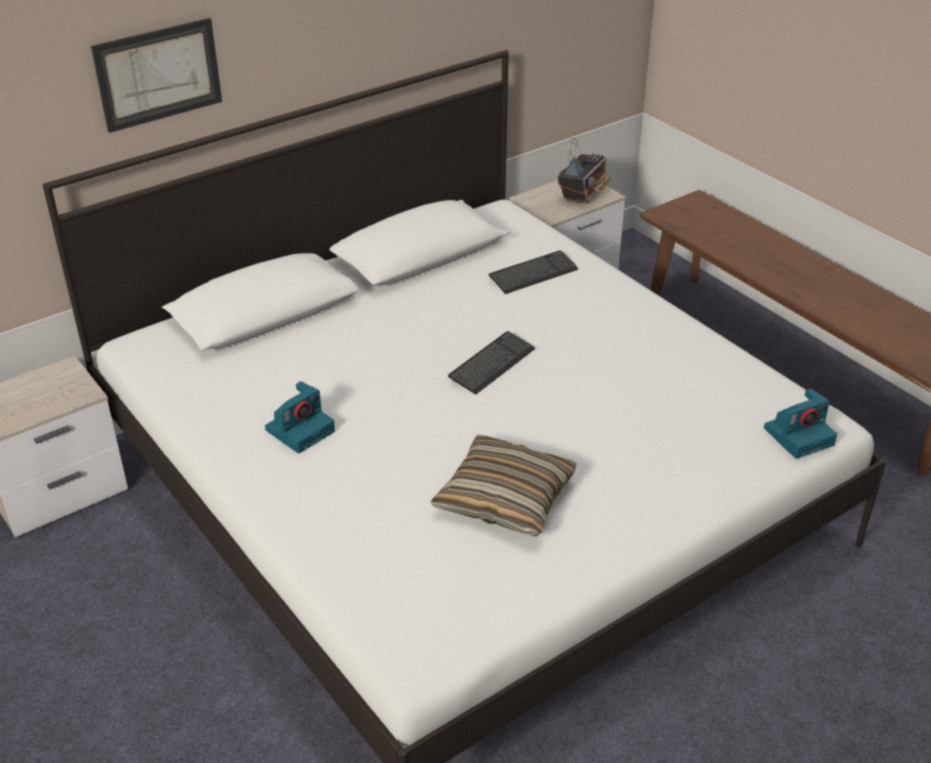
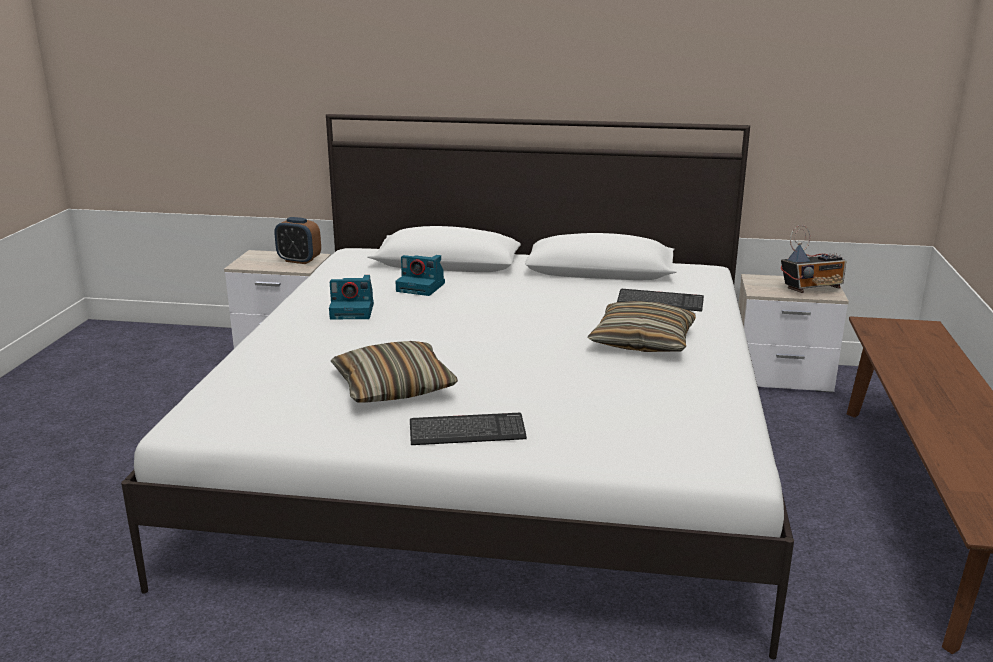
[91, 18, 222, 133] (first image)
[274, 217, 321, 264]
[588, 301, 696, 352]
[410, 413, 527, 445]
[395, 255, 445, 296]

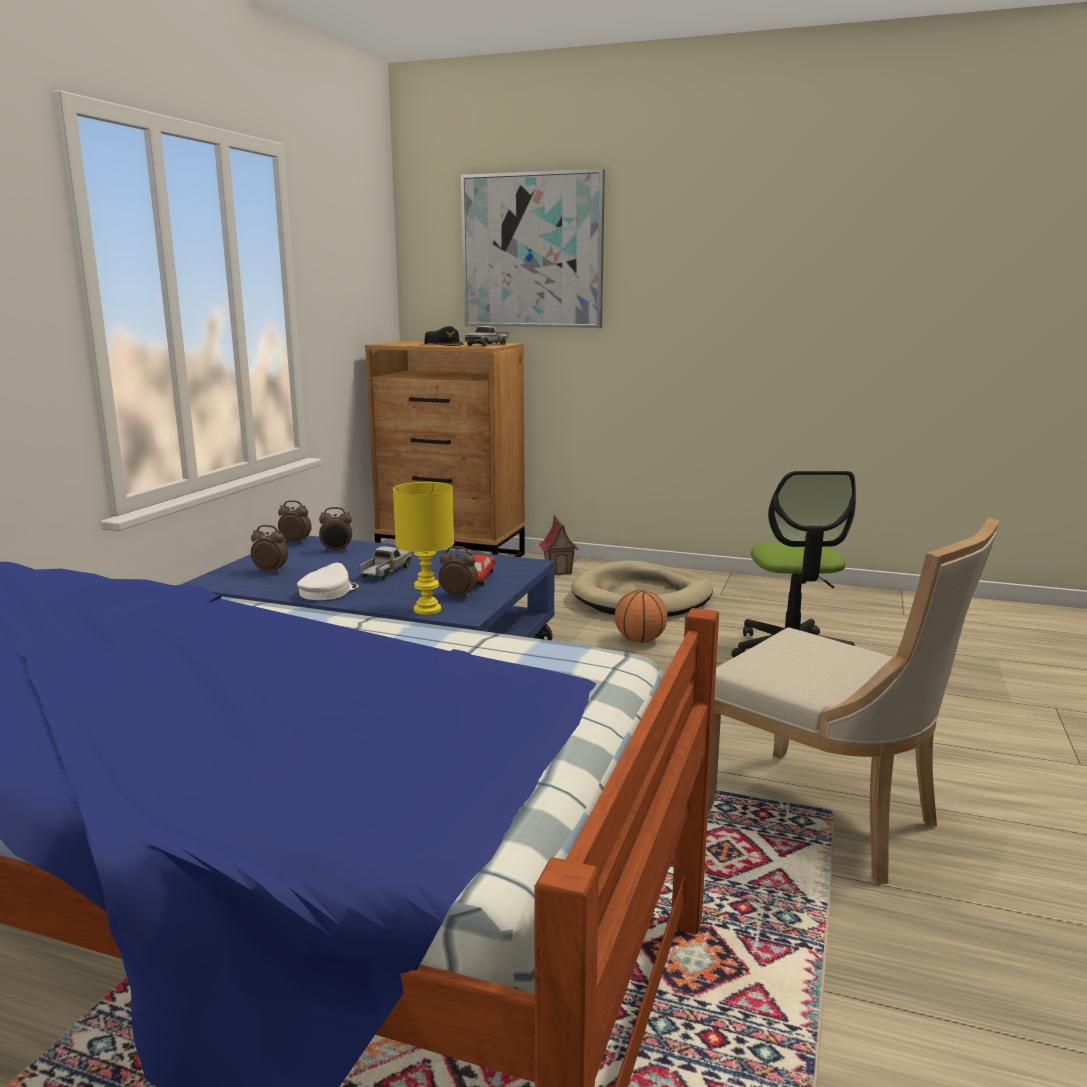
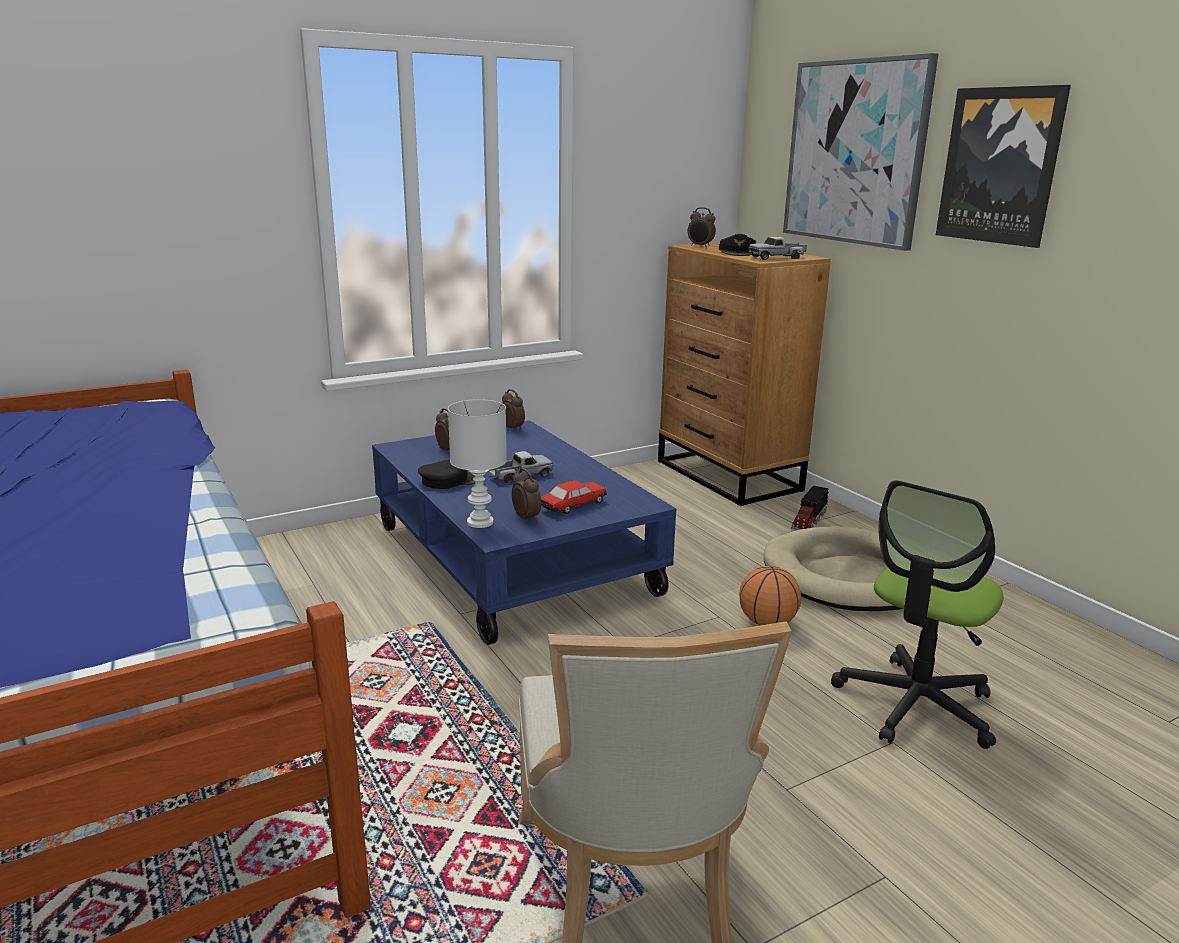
[936, 85, 1071, 248]
[688, 207, 716, 247]
[791, 485, 829, 530]
[418, 460, 475, 489]
[448, 399, 507, 528]

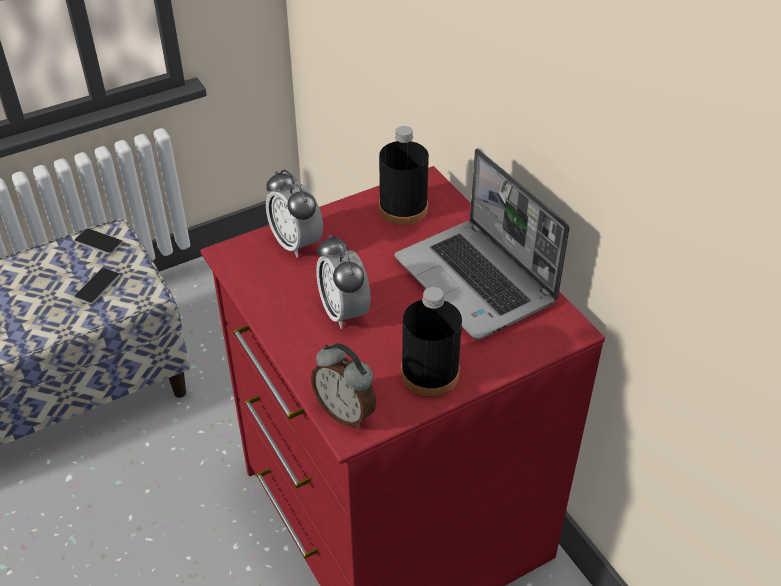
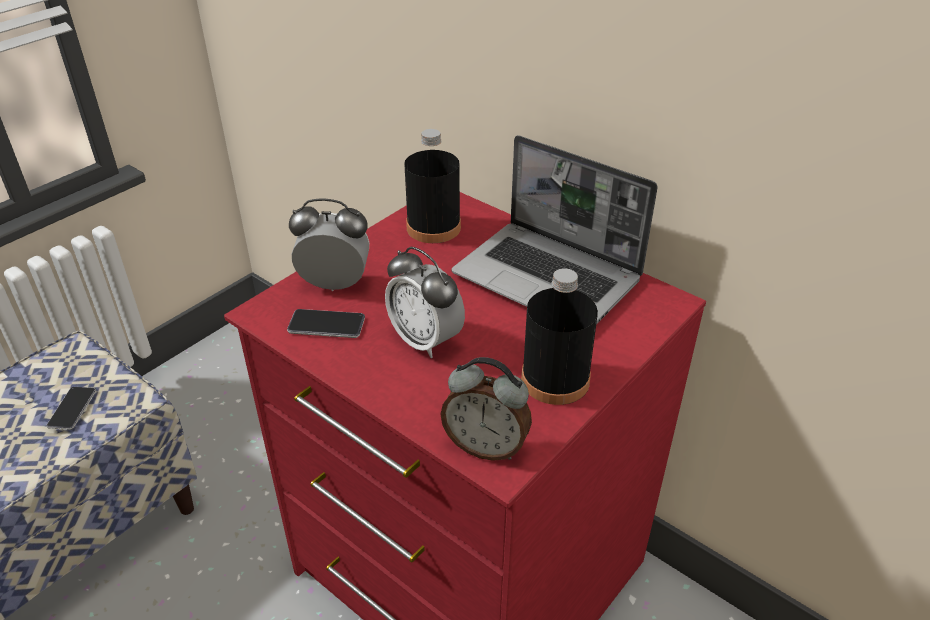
[287, 309, 365, 338]
[289, 198, 369, 291]

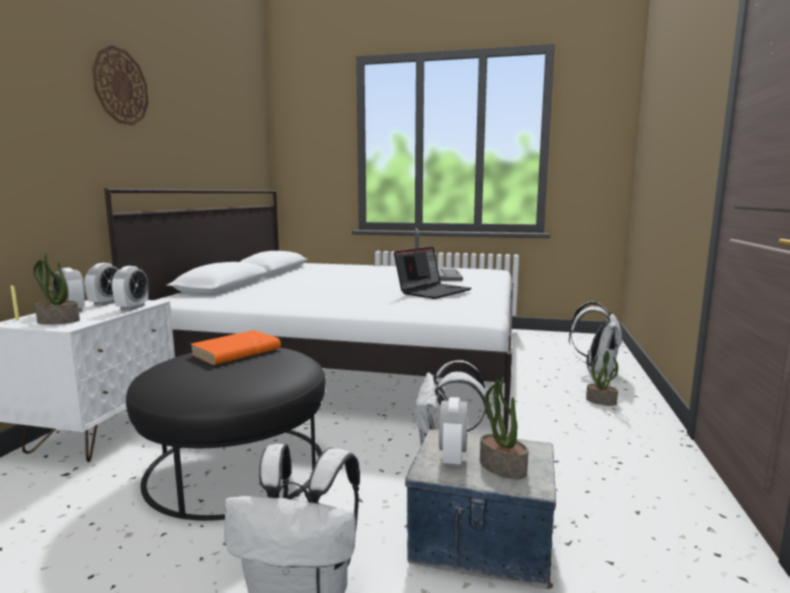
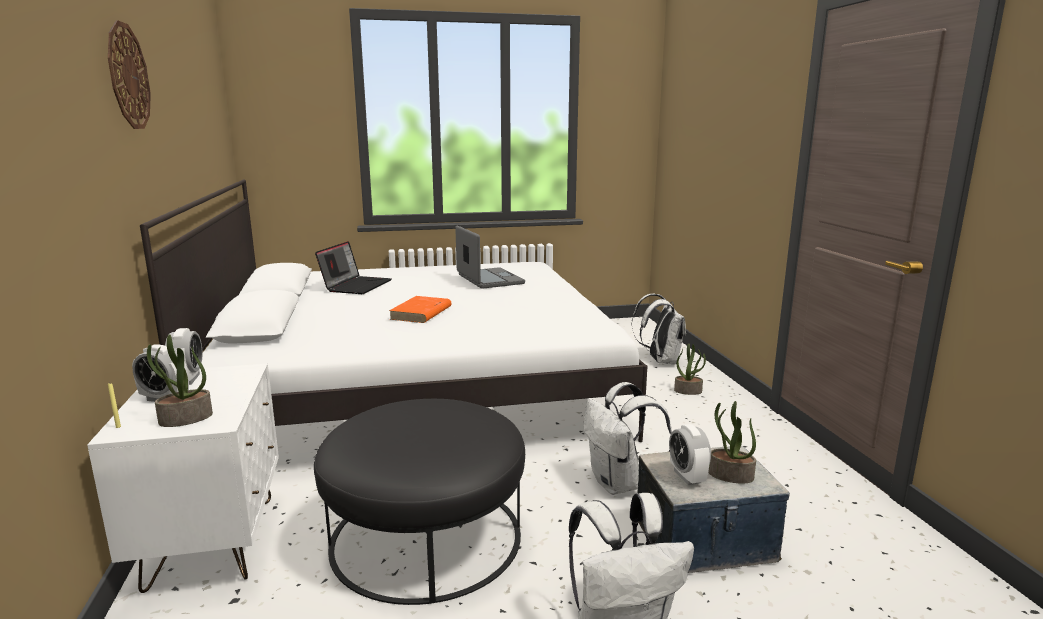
[112, 266, 148, 311] (first image)
[389, 296, 451, 323]
[315, 241, 391, 294]

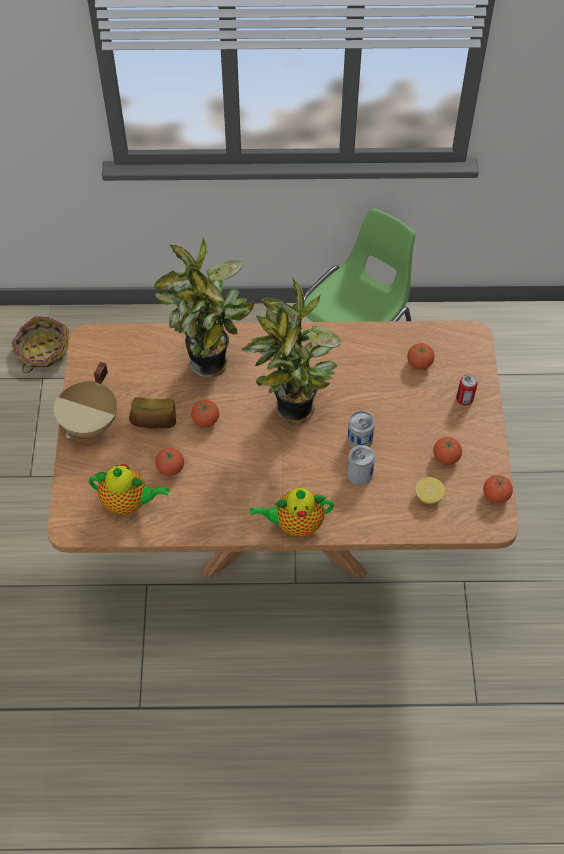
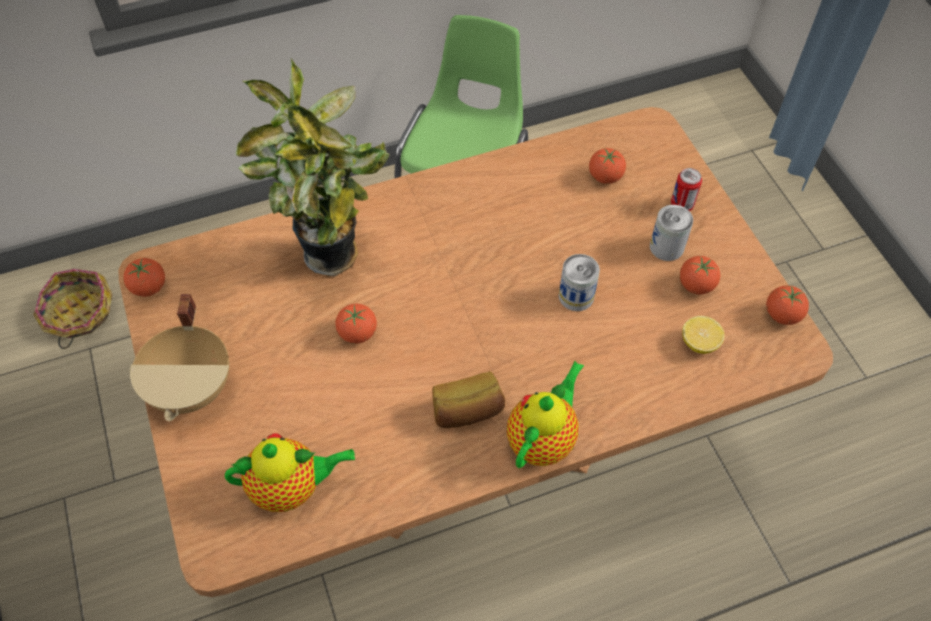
[241, 276, 342, 423] (first image)
[432, 371, 505, 428]
[123, 258, 165, 297]
[650, 205, 693, 261]
[507, 361, 585, 468]

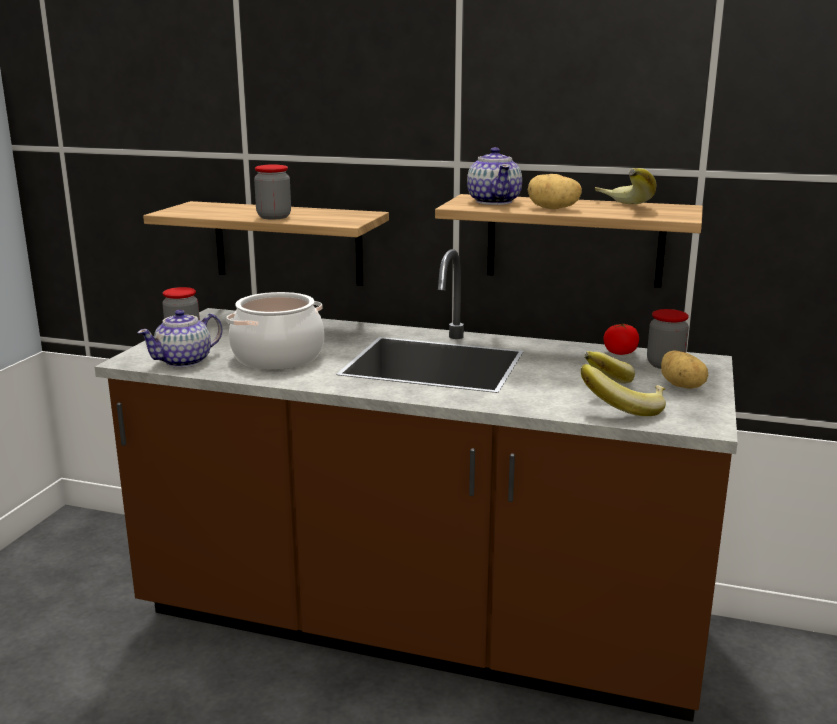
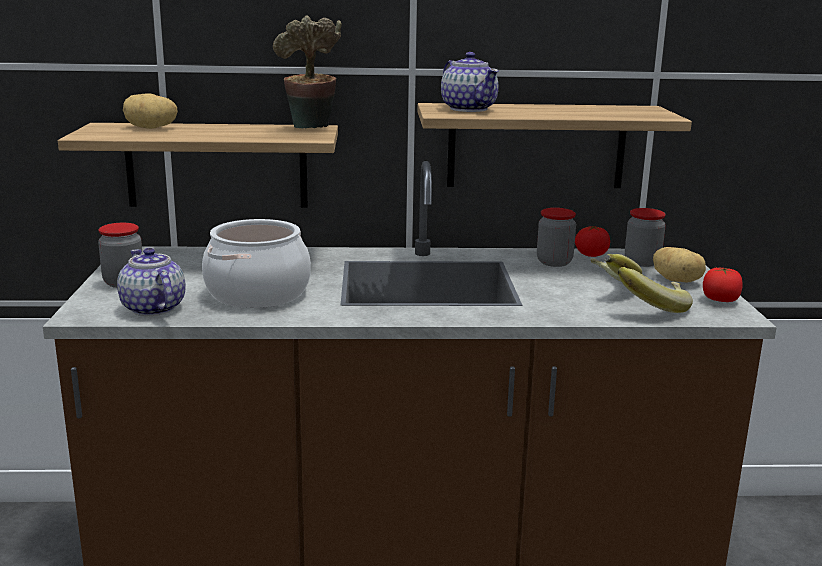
[595, 168, 656, 205] (first image)
[273, 15, 342, 129]
[703, 267, 743, 302]
[537, 208, 576, 267]
[123, 94, 178, 129]
[117, 248, 186, 316]

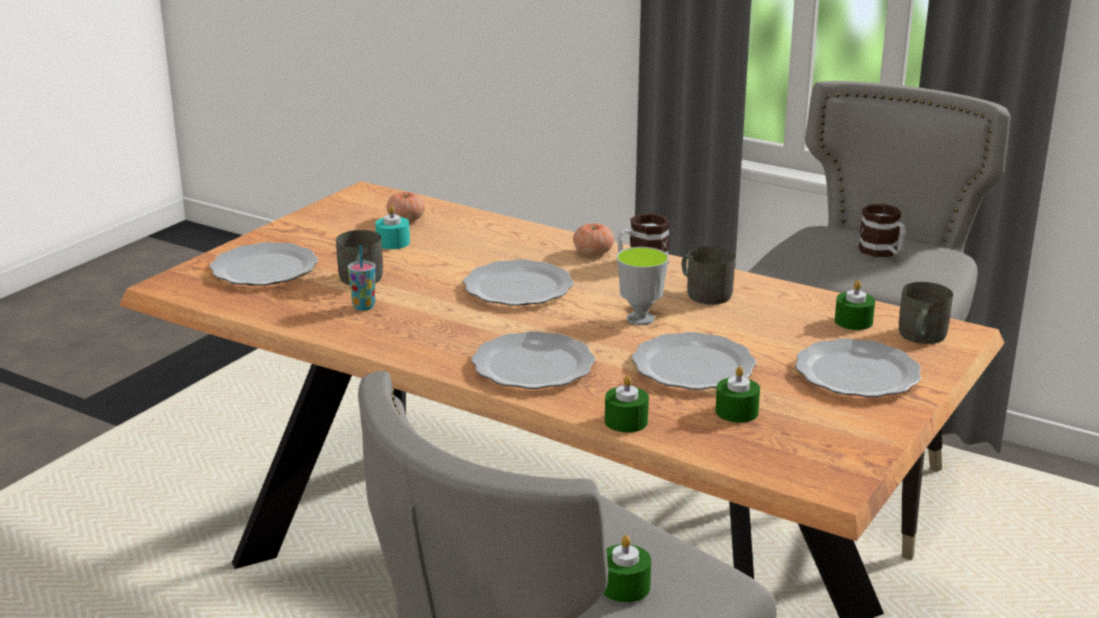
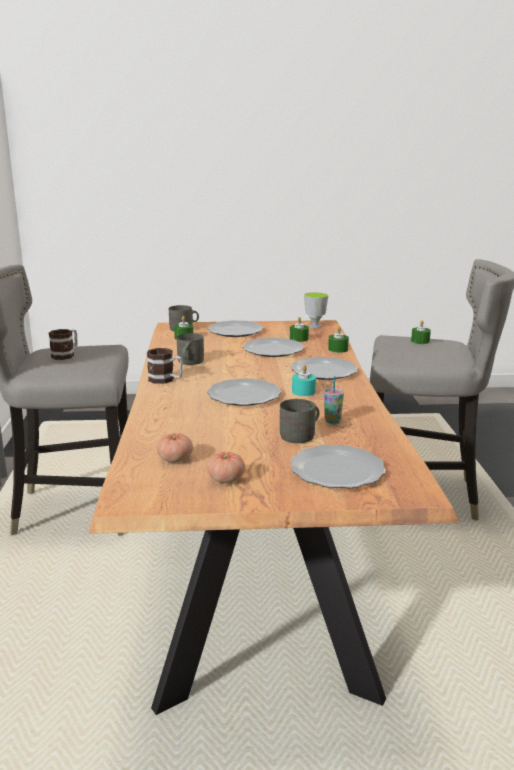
[292, 365, 316, 396]
[207, 452, 245, 483]
[304, 292, 329, 328]

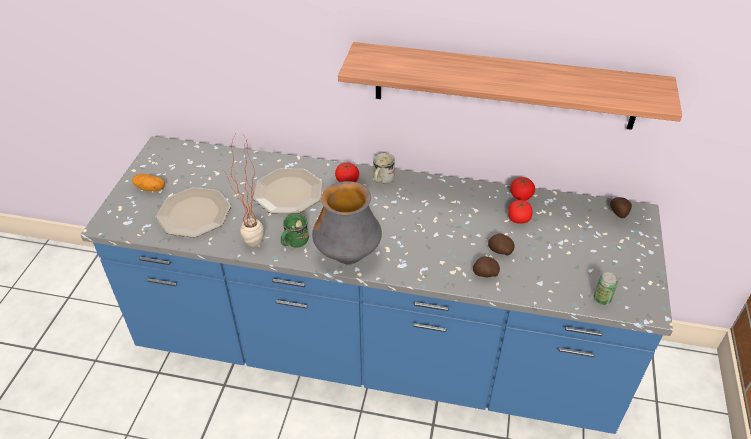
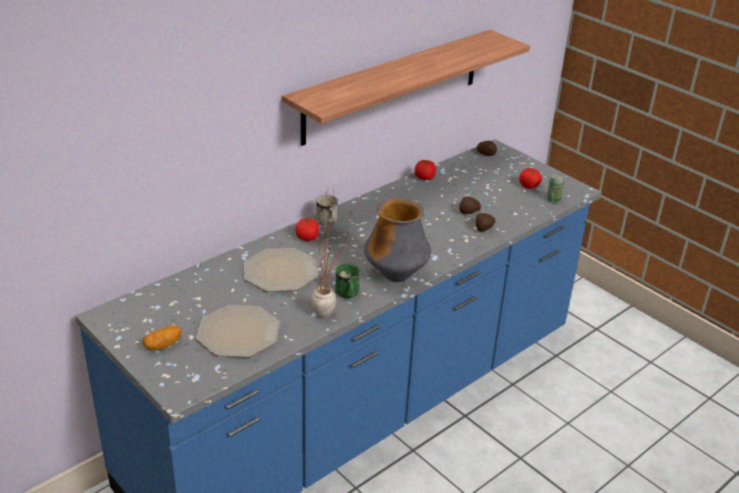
[519, 168, 542, 189]

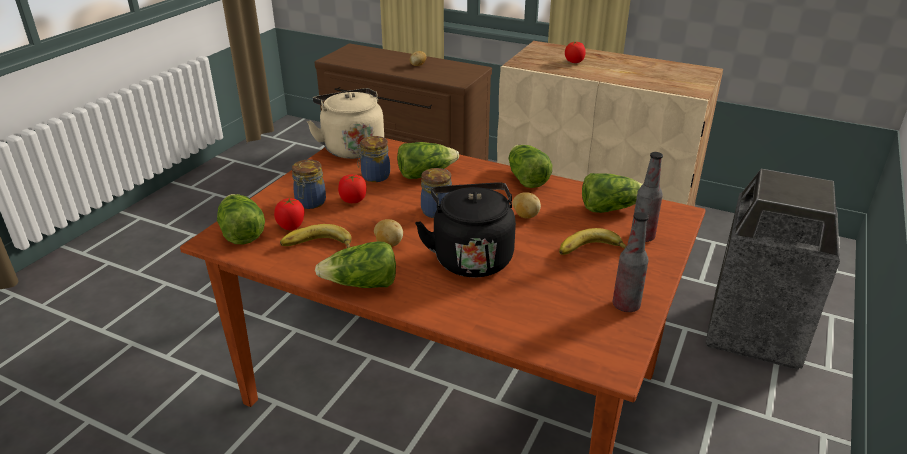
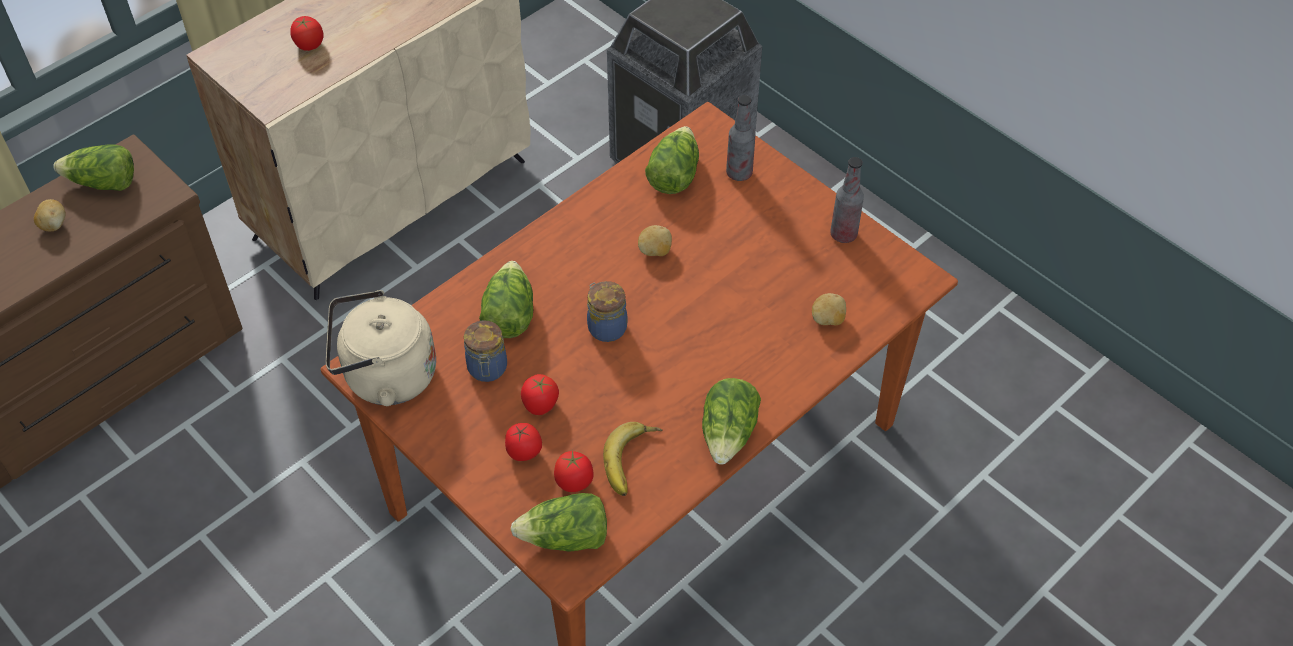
[415, 182, 516, 277] (first image)
[559, 228, 627, 255] (first image)
[812, 293, 846, 325]
[53, 144, 134, 191]
[505, 423, 542, 461]

